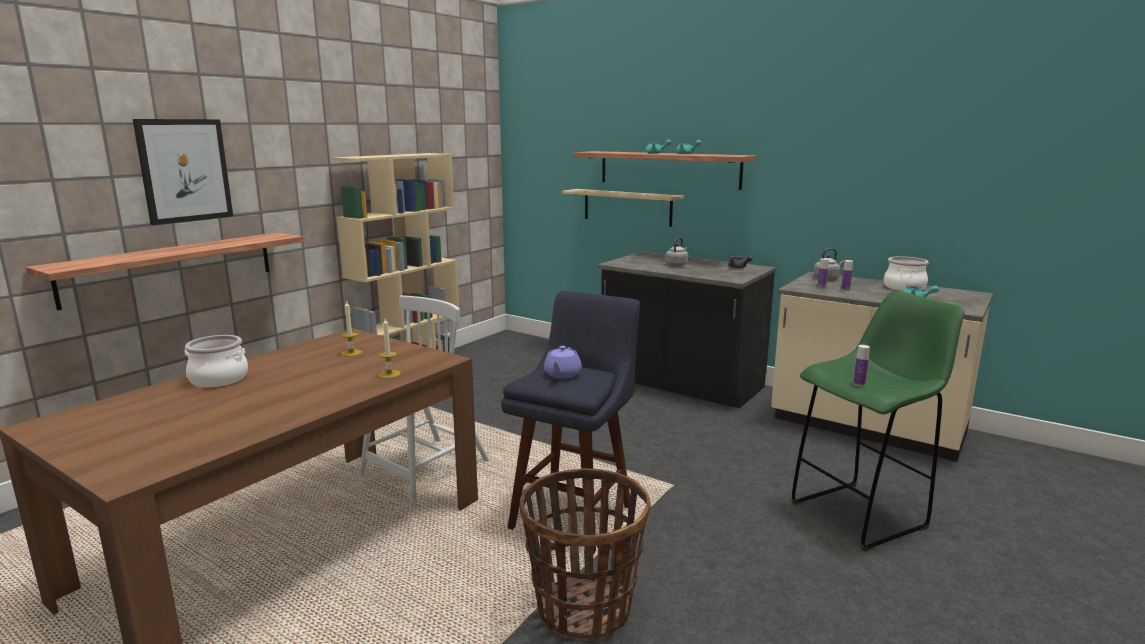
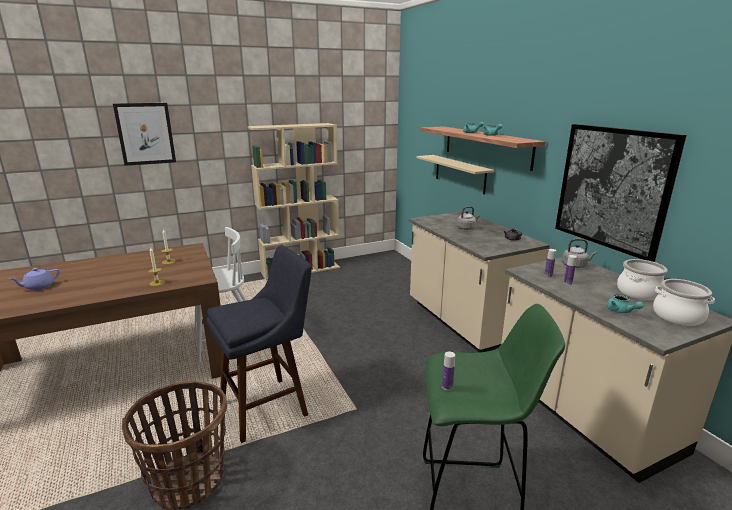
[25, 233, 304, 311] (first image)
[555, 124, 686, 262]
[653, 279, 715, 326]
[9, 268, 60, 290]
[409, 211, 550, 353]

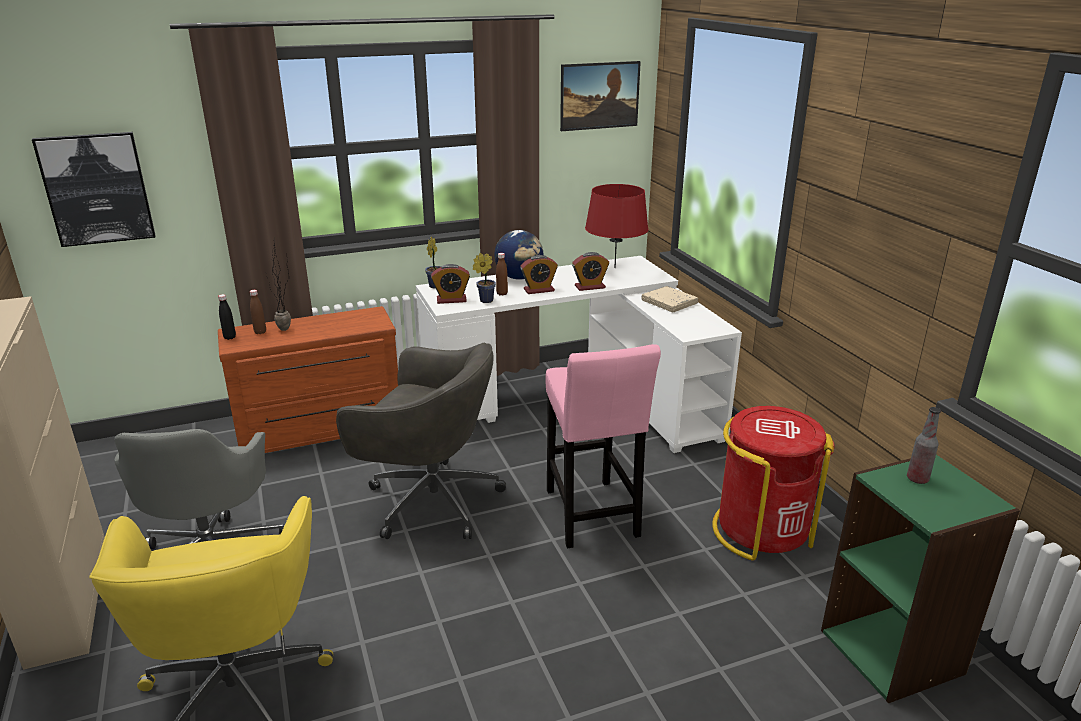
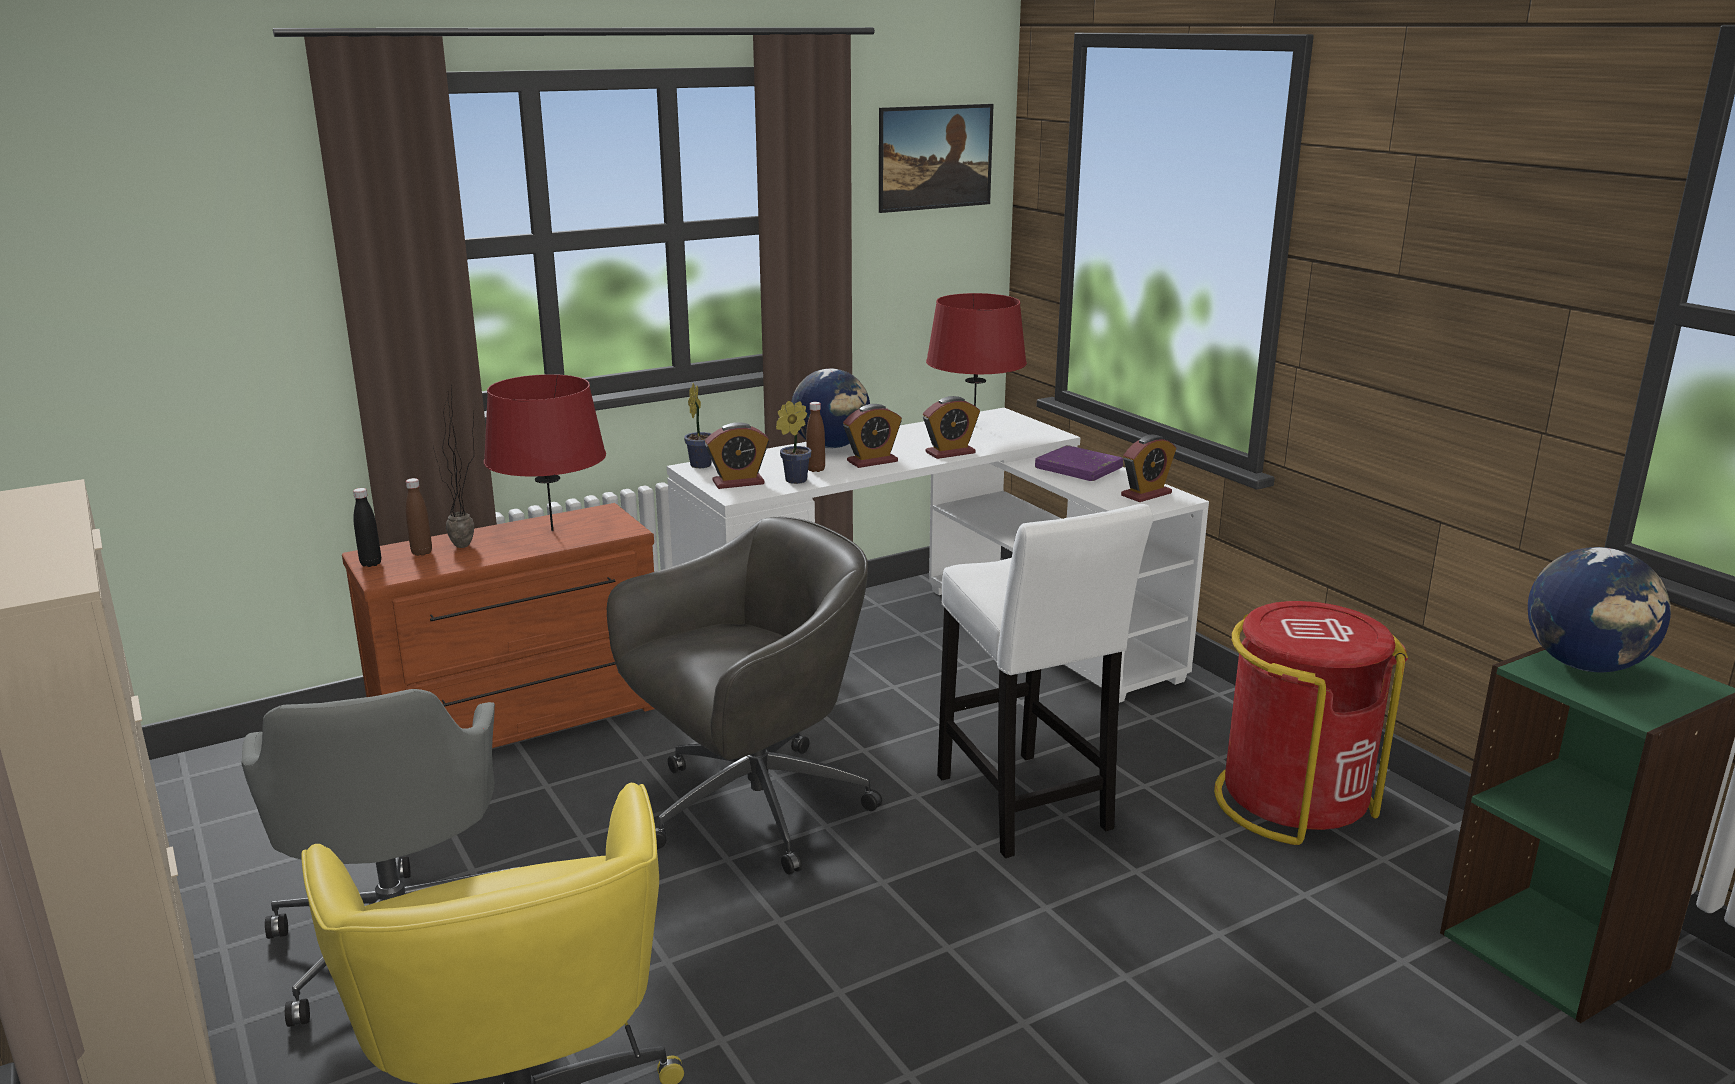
[32, 132, 156, 247] (first image)
[484, 374, 606, 531]
[1121, 435, 1176, 502]
[1528, 547, 1671, 672]
[937, 504, 1153, 858]
[1035, 445, 1123, 481]
[607, 517, 882, 875]

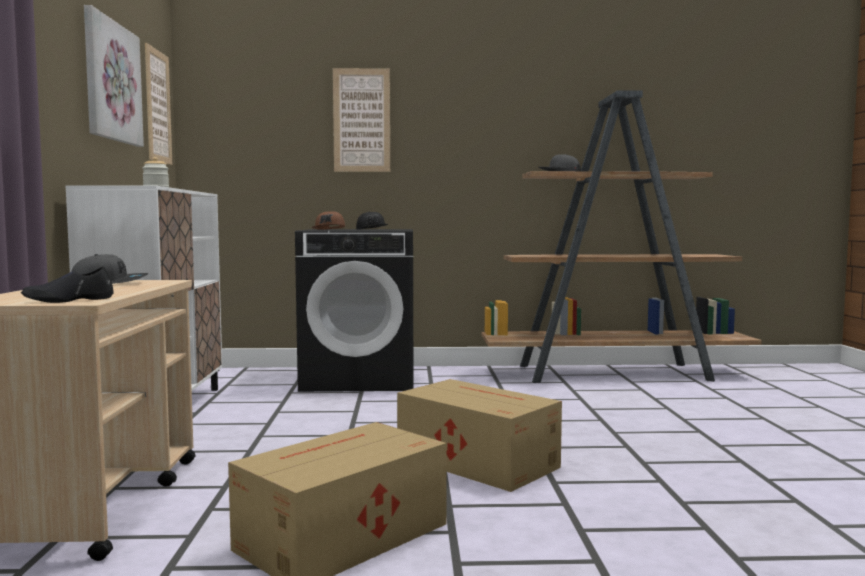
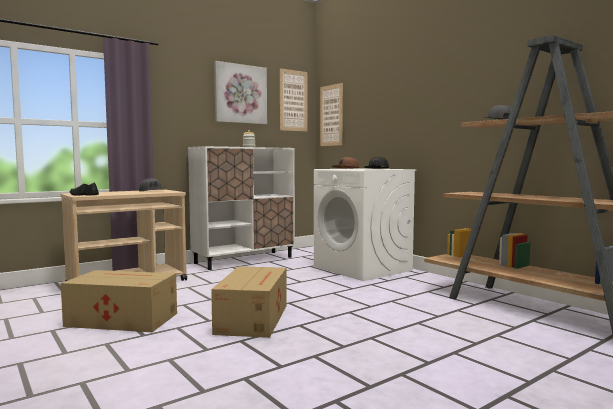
[320, 83, 343, 146]
[314, 168, 417, 281]

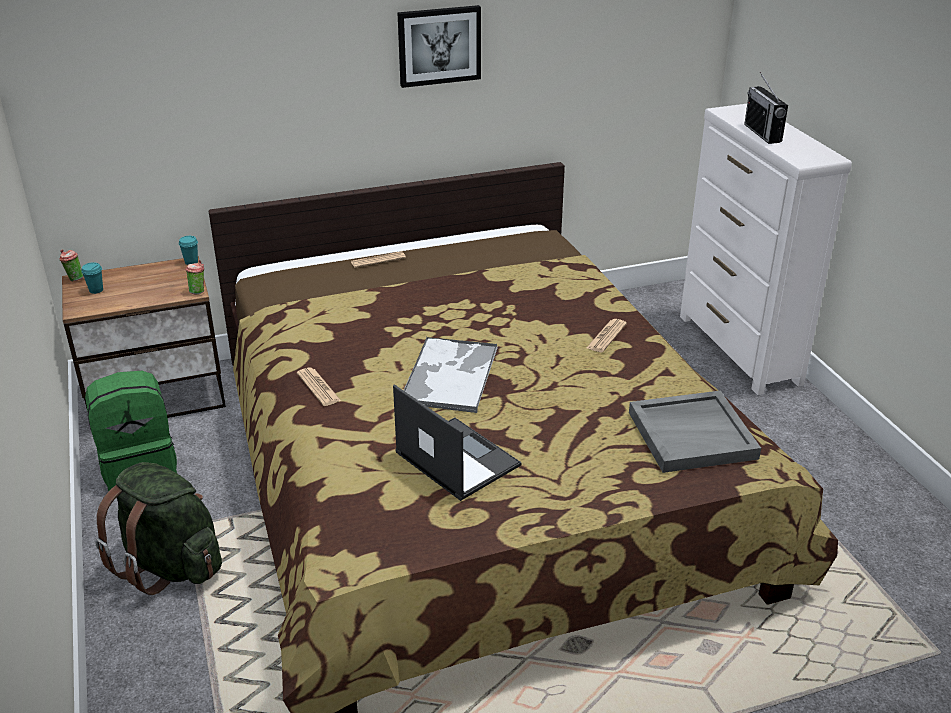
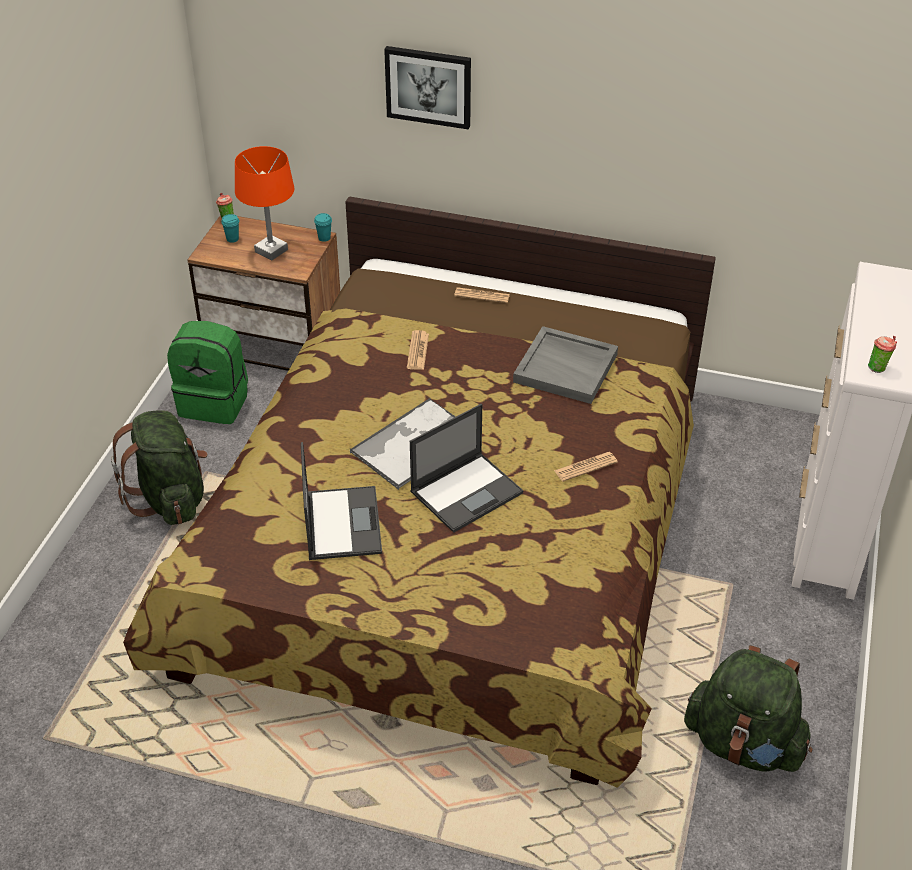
[744, 72, 788, 144] (first image)
[235, 146, 295, 260]
[410, 404, 523, 533]
[684, 645, 812, 772]
[868, 336, 897, 373]
[407, 330, 429, 370]
[384, 46, 471, 129]
[513, 326, 618, 404]

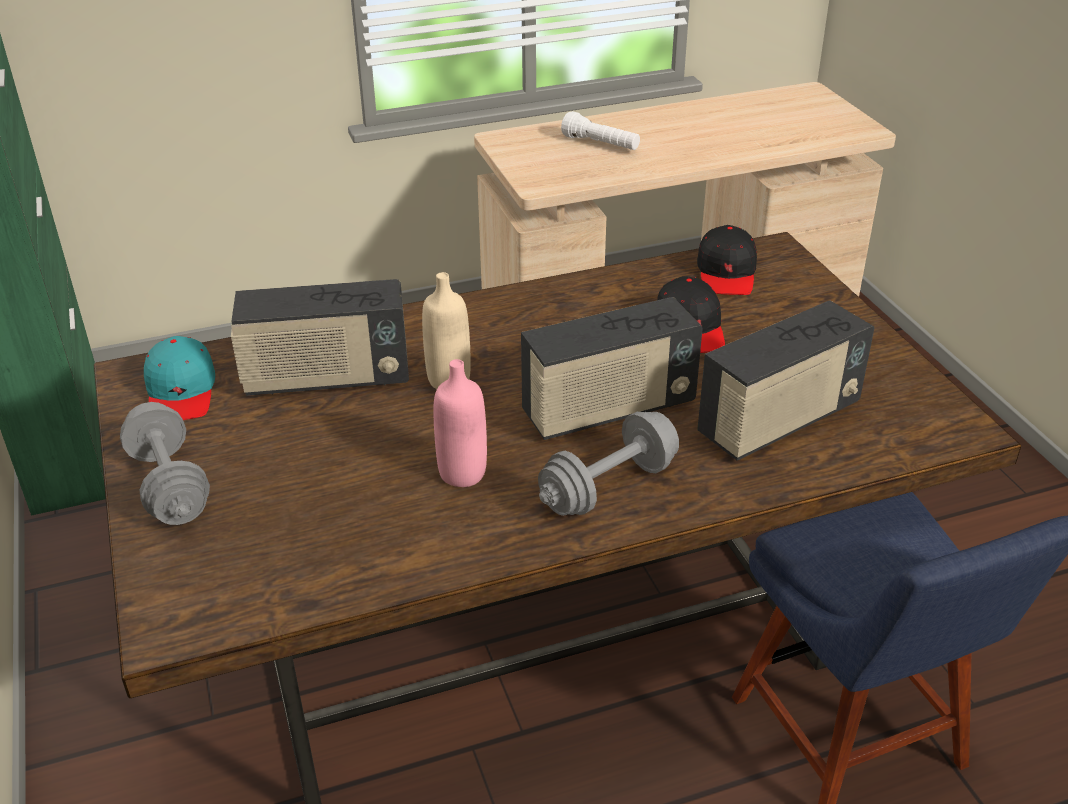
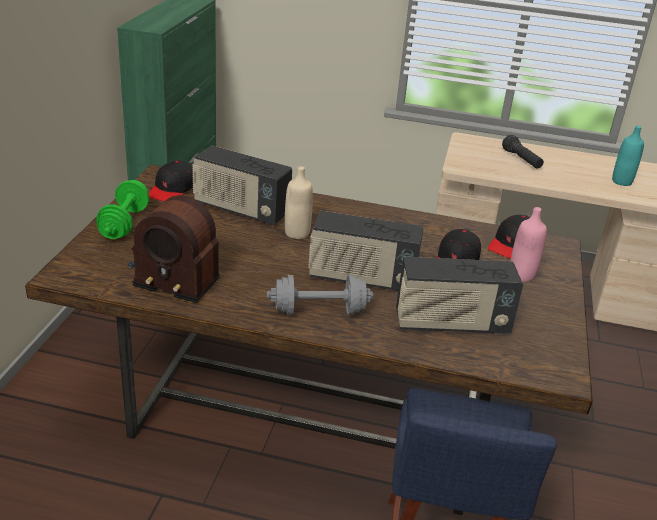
[128, 195, 220, 303]
[612, 126, 644, 186]
[510, 207, 547, 282]
[97, 180, 149, 239]
[149, 161, 193, 202]
[502, 135, 544, 169]

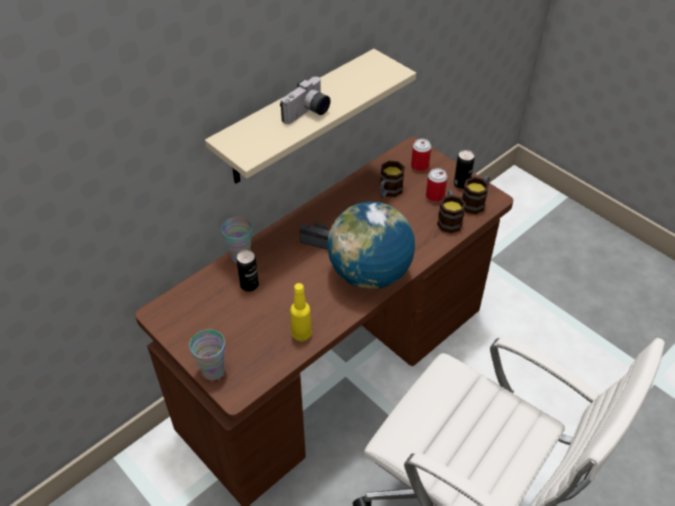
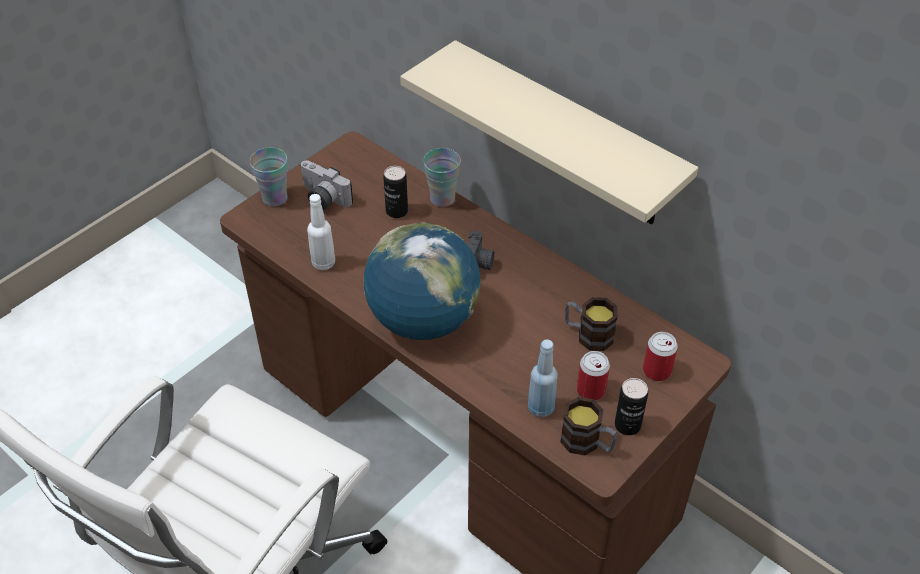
[301, 160, 353, 210]
[528, 339, 558, 417]
[307, 194, 335, 270]

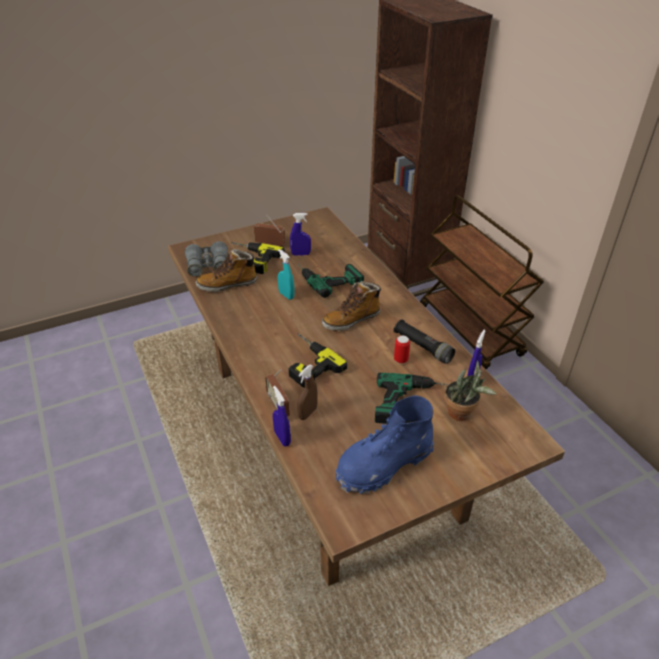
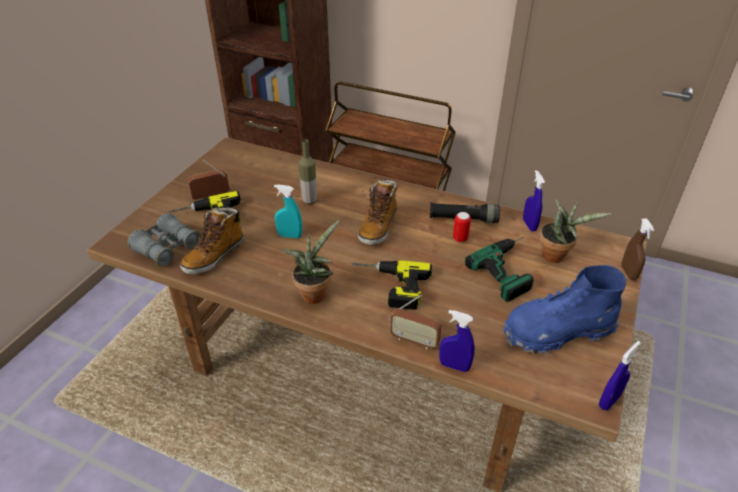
[280, 220, 339, 304]
[599, 341, 641, 410]
[621, 218, 654, 280]
[298, 139, 317, 205]
[503, 265, 626, 354]

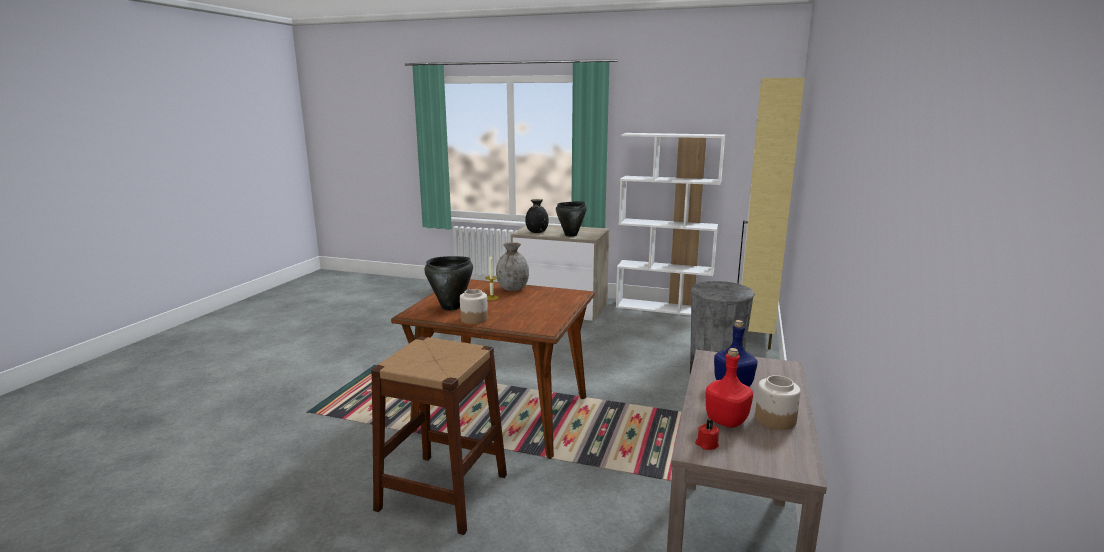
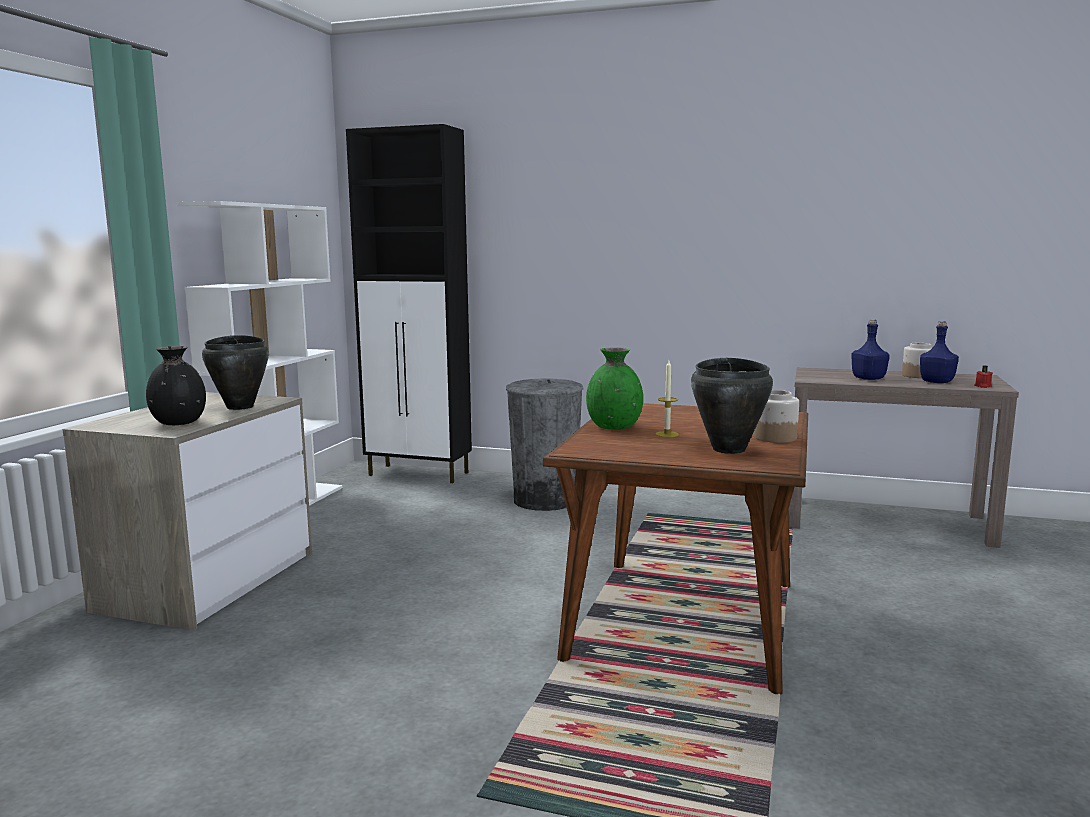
[371, 336, 507, 535] (first image)
[586, 347, 643, 430]
[920, 321, 959, 383]
[346, 124, 472, 483]

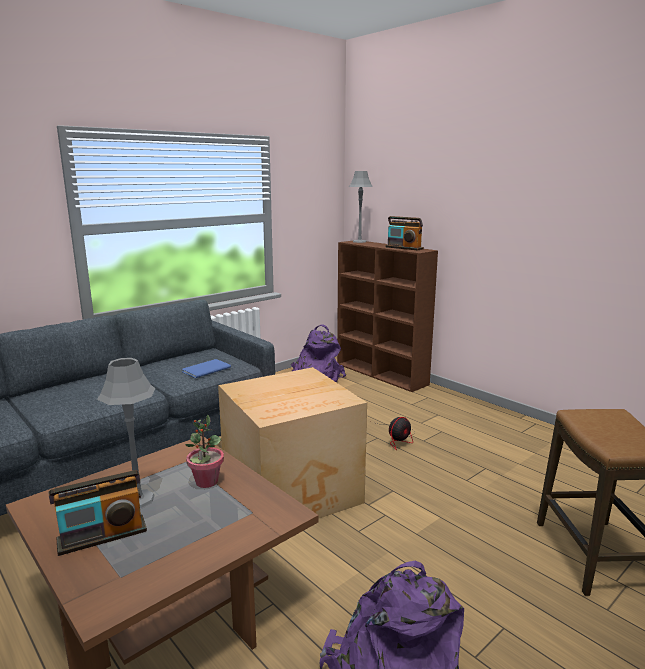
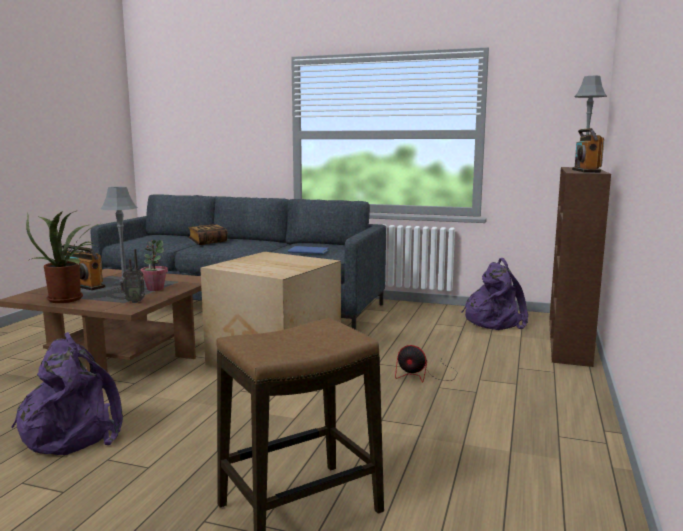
[26, 211, 99, 303]
[120, 249, 145, 303]
[188, 224, 227, 245]

